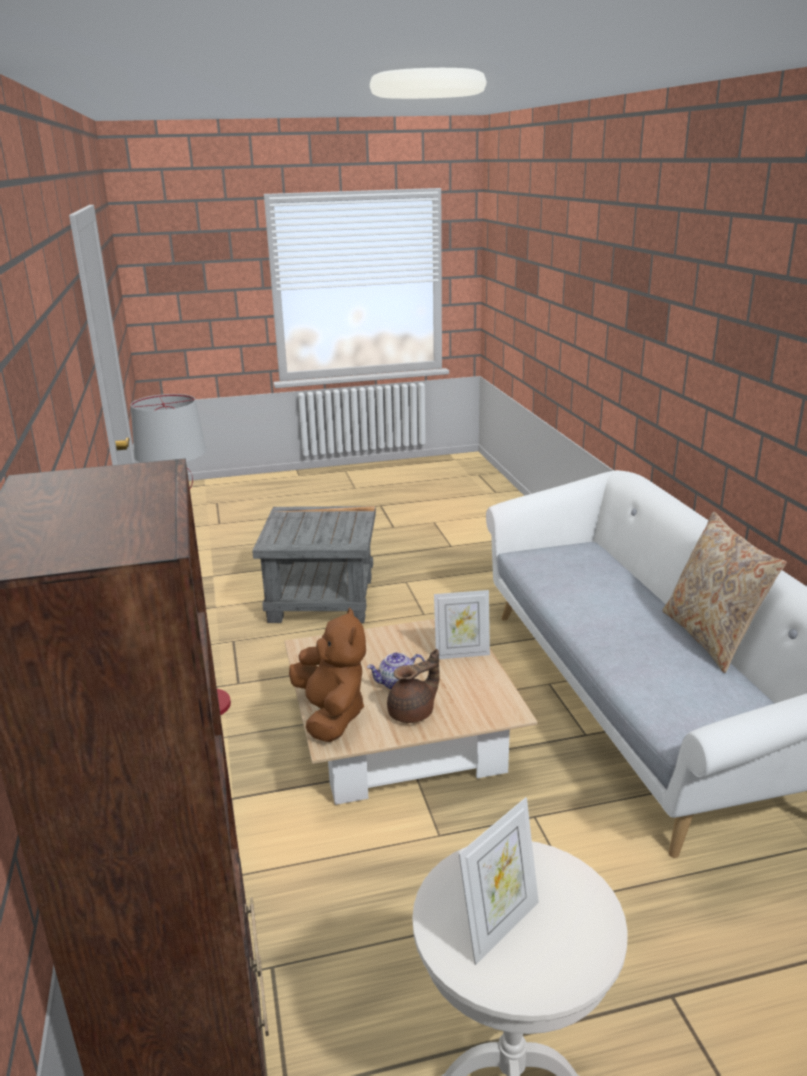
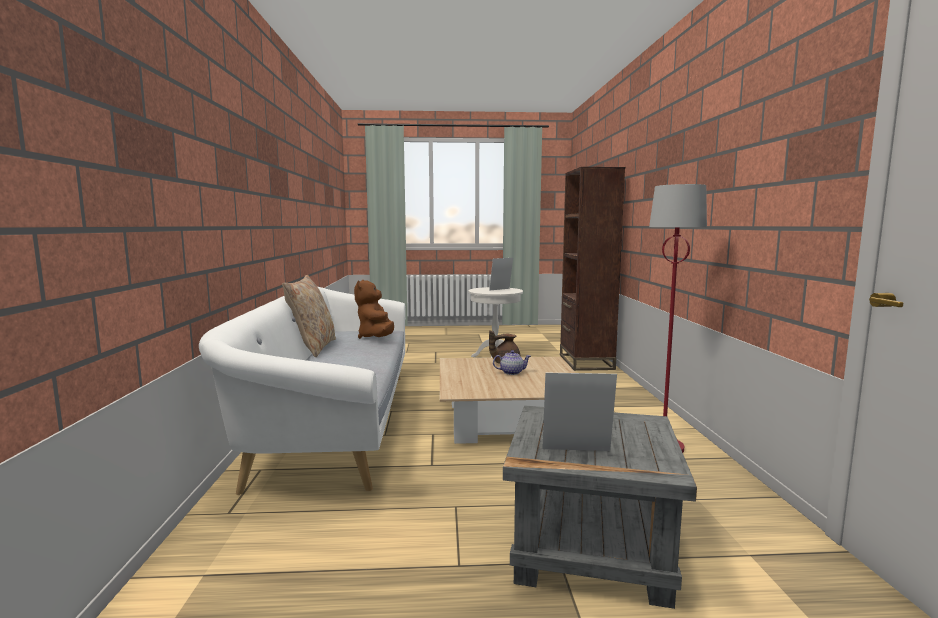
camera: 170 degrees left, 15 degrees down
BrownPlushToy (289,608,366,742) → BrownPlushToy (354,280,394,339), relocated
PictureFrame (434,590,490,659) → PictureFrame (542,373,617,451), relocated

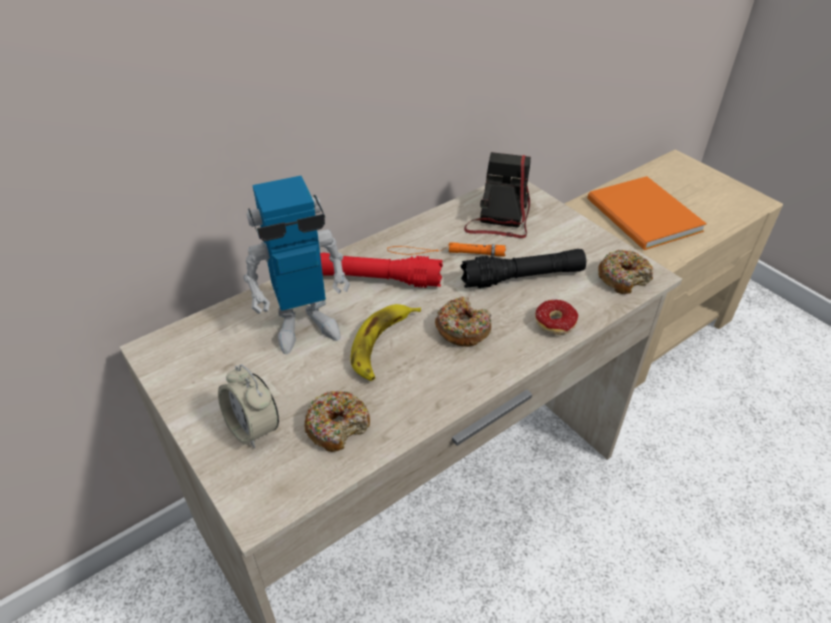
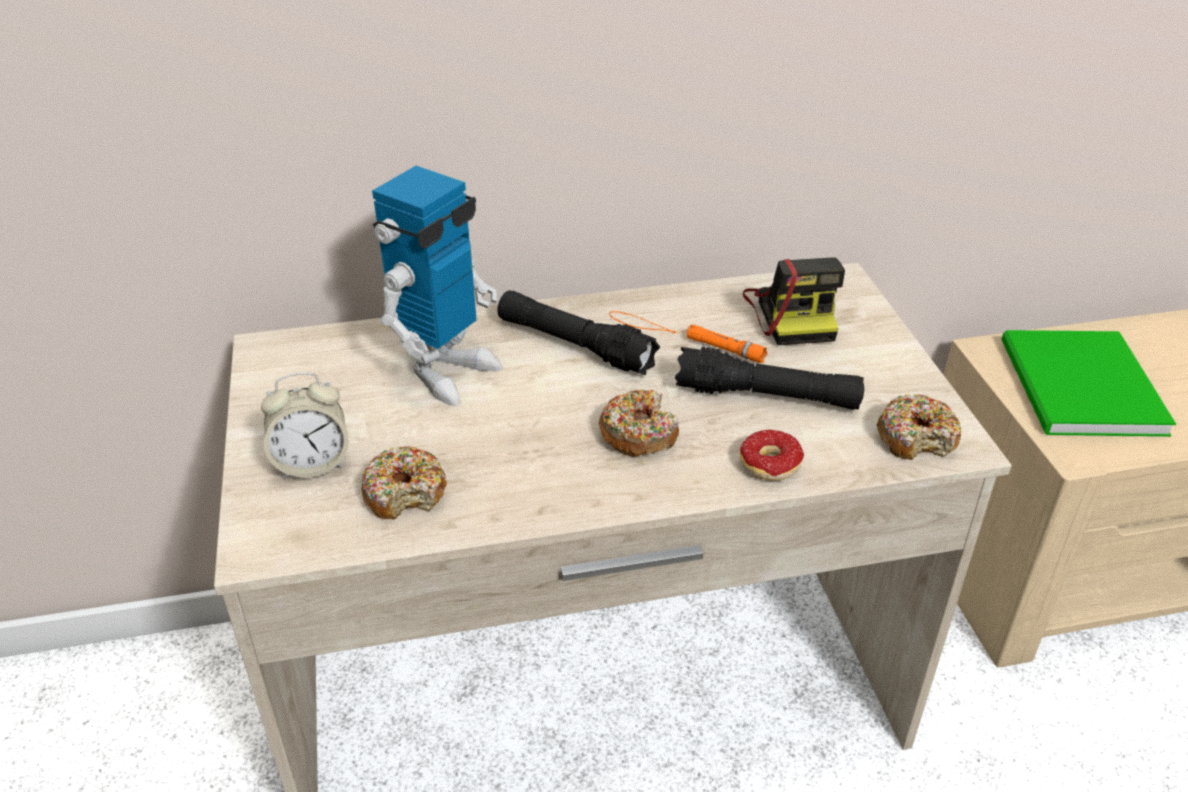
camera: 25 degrees right, 5 degrees down
Banana (351,304,421,381) → -
RedFlashlight (320,253,443,288) → BlackFlashlight (497,290,660,375)
OrangeBook (587,176,707,250) → GreenBook (1001,330,1176,437)
AlarmClock (218,364,279,449) → AlarmClock (261,372,349,479), 90 degrees counterclockwise
ToyRobot (243,176,350,354) → ToyRobot (372,166,503,406), 60 degrees counterclockwise
PhotoCamera (464,152,531,238) → PhotoCamera (743,257,845,345), 135 degrees clockwise

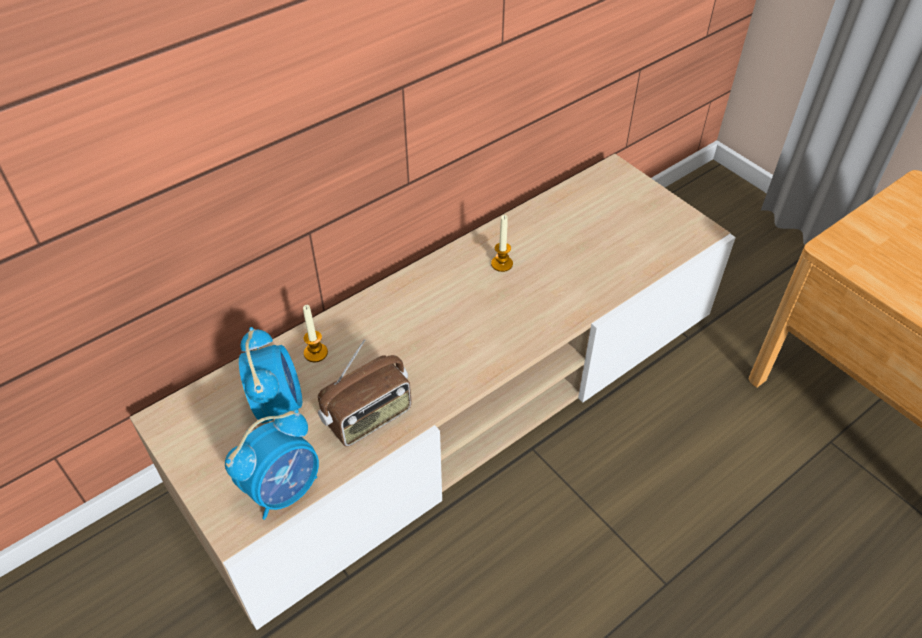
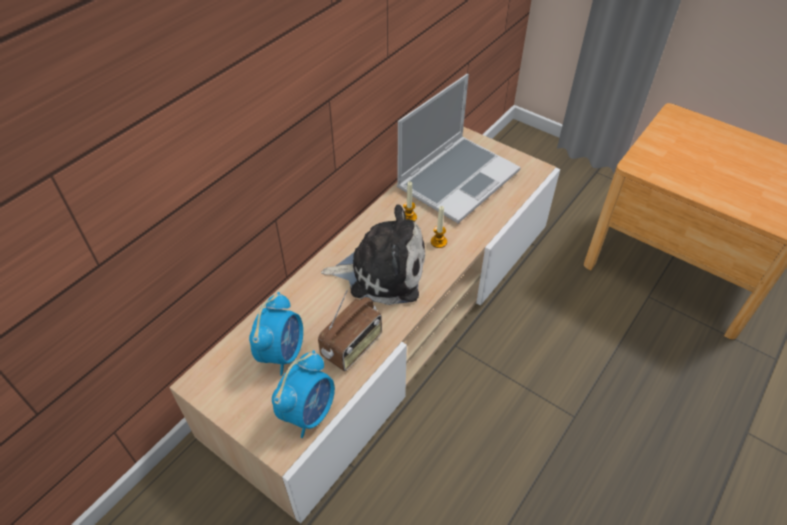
camera: 15 degrees left, 0 degrees up
- → PlushToy (321,204,425,305)
- → Laptop (397,74,521,223)
Candle (303,305,328,362) → Candle (431,206,447,248), relocated
AlarmClock (239,327,302,423) → AlarmClock (249,292,303,376), 45 degrees clockwise

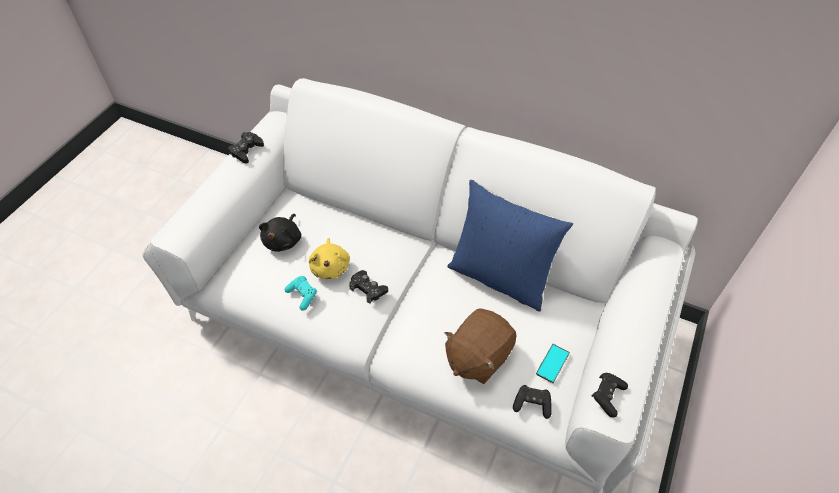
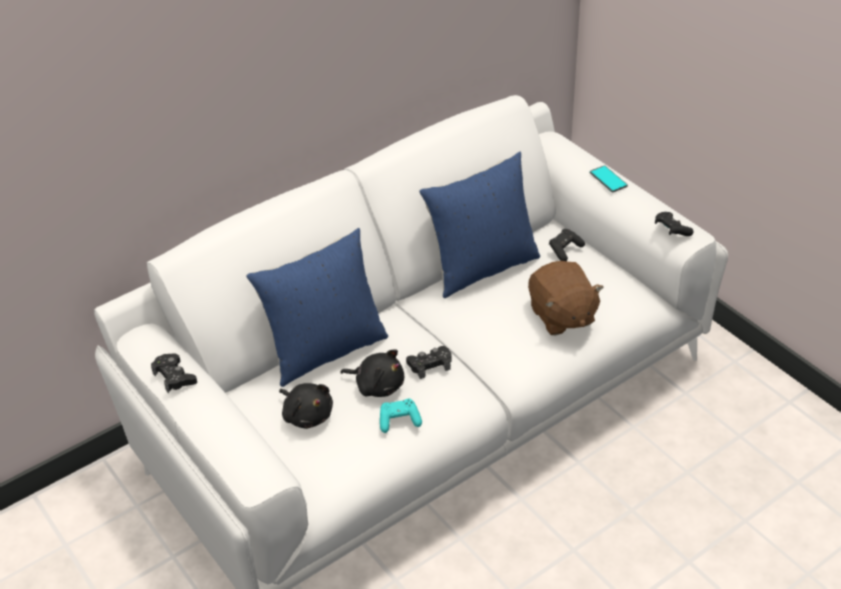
camera: 60 degrees left, 10 degrees down
- → BluePillow (246,228,388,387)
BlackGameController (513,385,552,419) → BlackGameController (549,229,585,261), relocated
Phone (536,344,570,383) → Phone (590,165,628,193), relocated
YellowPlushToy (309,238,350,279) → BlackPlushToy (340,349,404,397)

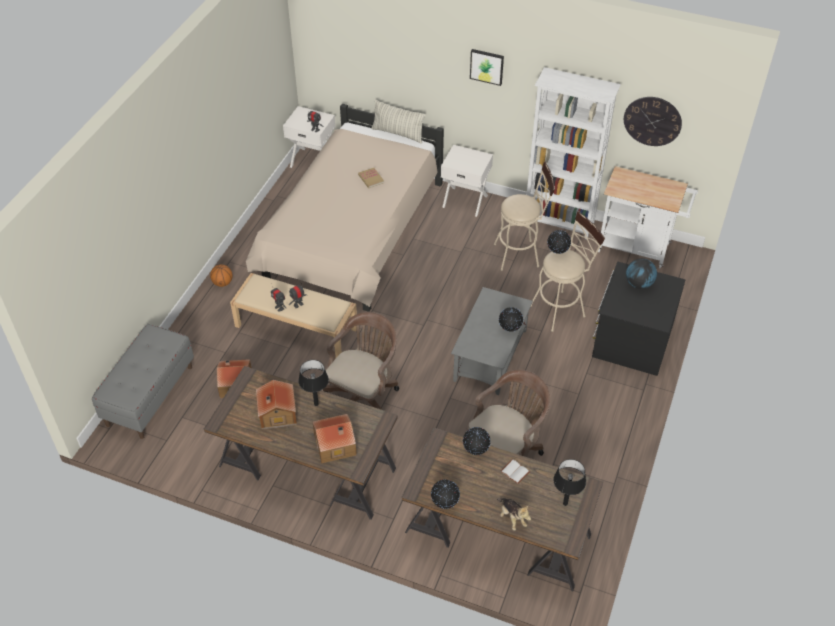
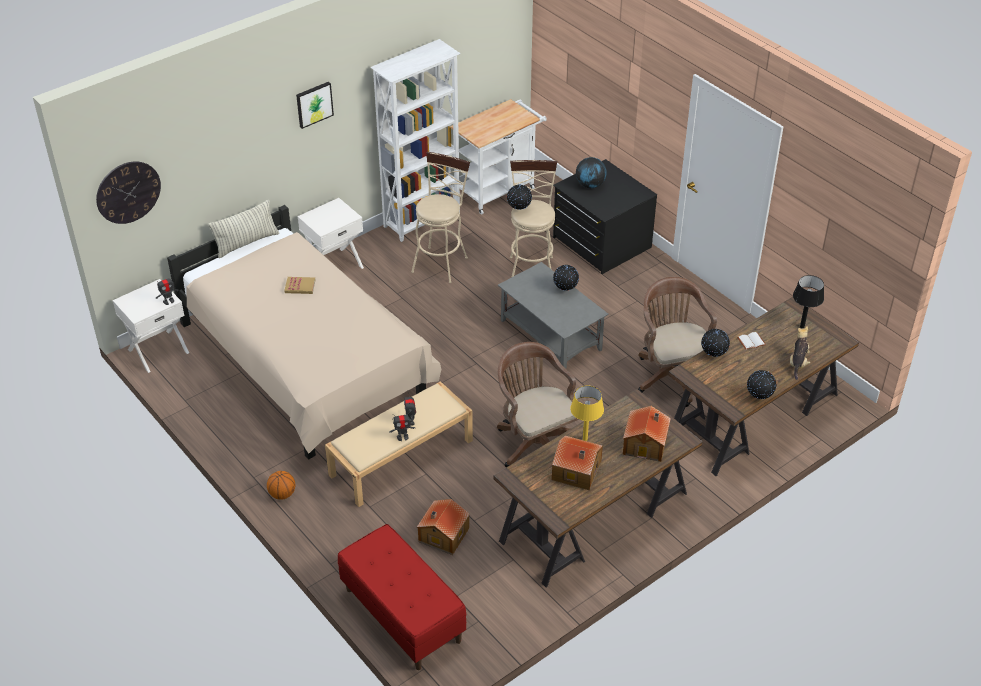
camera: 60 degrees left, 5 degrees down
WallClock (624,97,682,146) → WallClock (96,162,161,224), relocated
GreyBench (92,324,194,439) → RedBench (338,524,466,670)
BlackTableLamp (298,360,329,406) → YellowTableLamp (570,386,604,441)
PlushToy (497,498,531,530) → PlushToy (790,326,811,380), 75 degrees counterclockwise

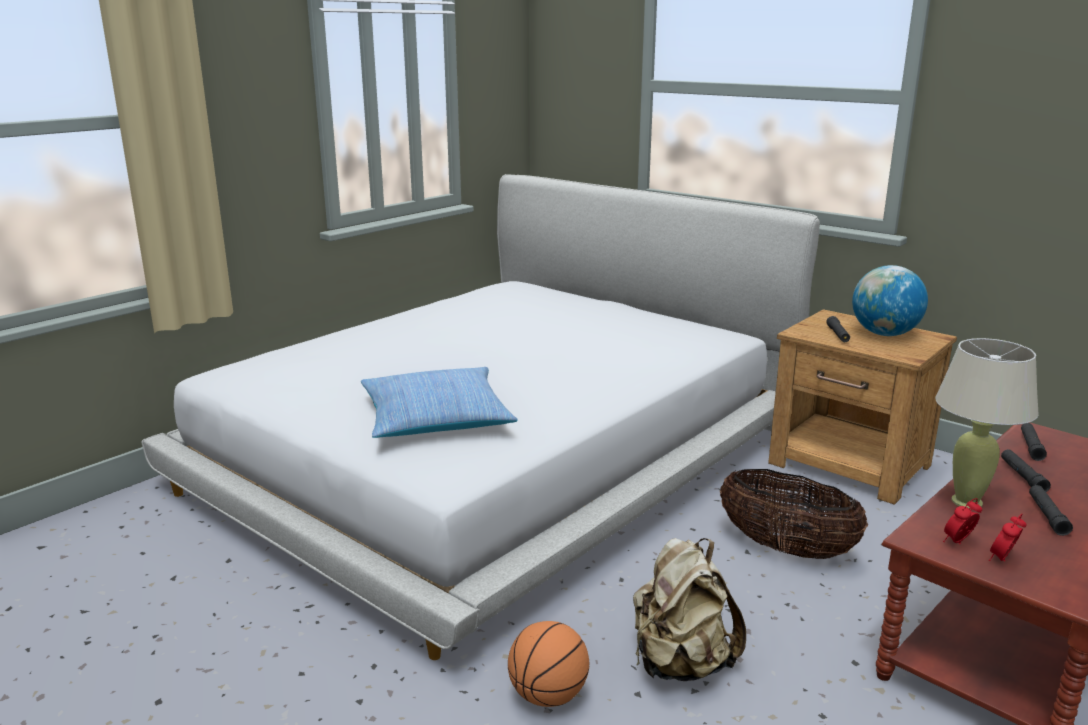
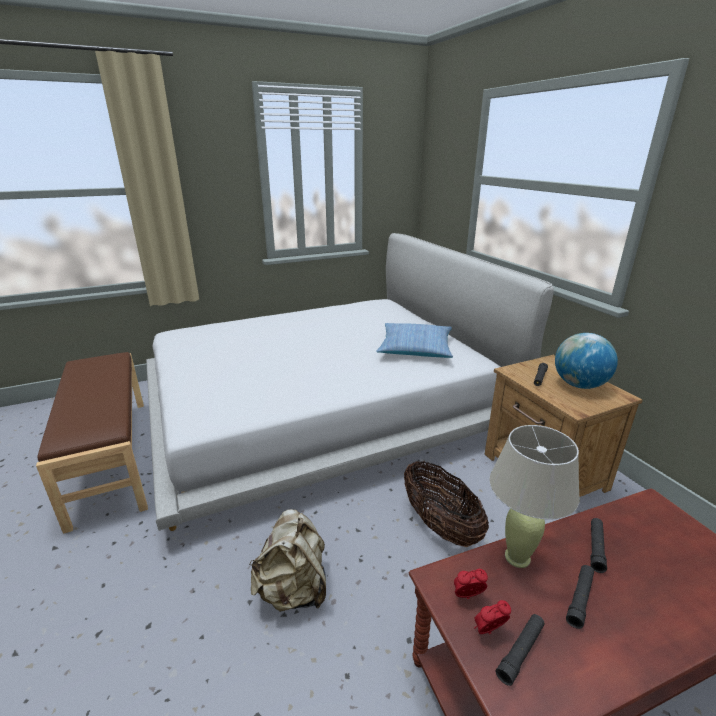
camera: 25 degrees right, 5 degrees up
Basketball (508,621,589,707) → -
- → BrownBench (36,352,148,534)
Pillow (361,367,518,438) → Pillow (376,323,453,358), relocated
BlackFlashlight (1021,423,1047,461) → BlackFlashlight (496,614,545,686), relocated

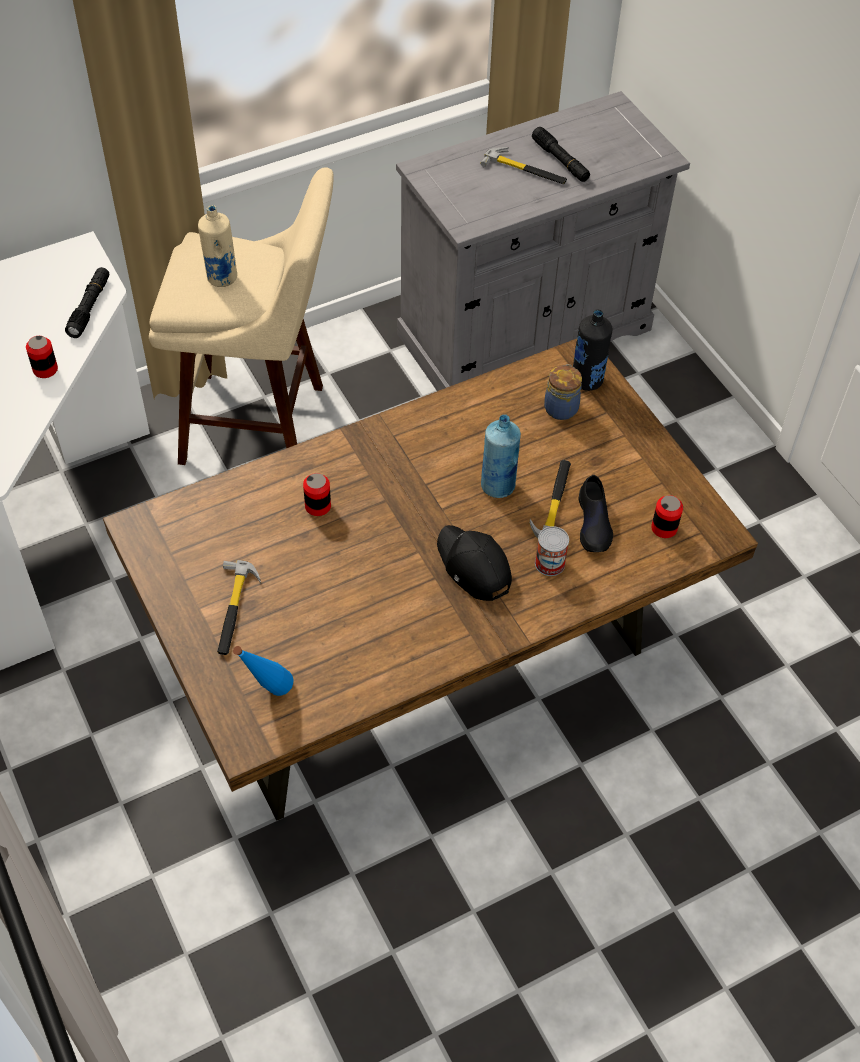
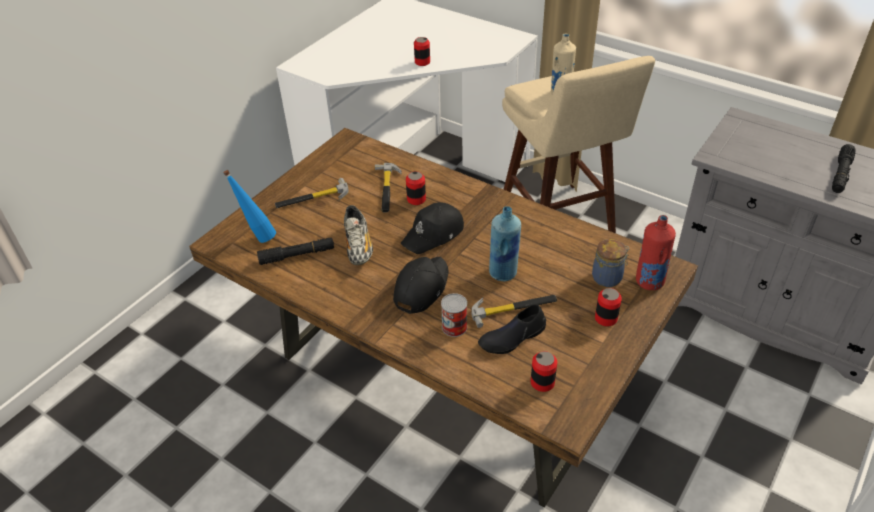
camera: 65 degrees right, 10 degrees down
- → Shoe (344,205,373,265)
- → BlackCap (401,202,464,254)
- → Can (595,288,622,326)
BlackFlashlight (65,267,109,338) → BlackFlashlight (257,238,334,265), relocated
Hammer (480,147,567,184) → Hammer (375,163,402,212), relocated
BlackBottle (573,309,612,391) → RedBottle (636,215,676,290)

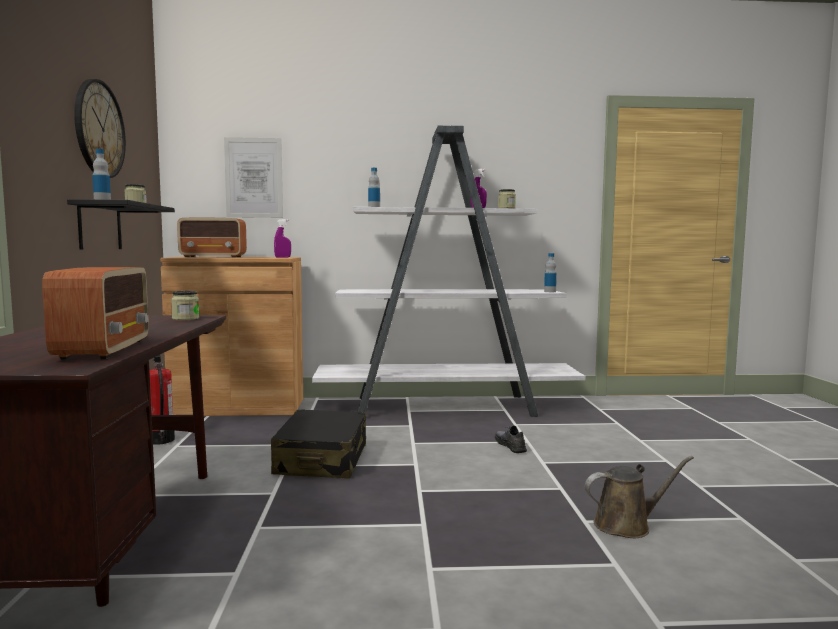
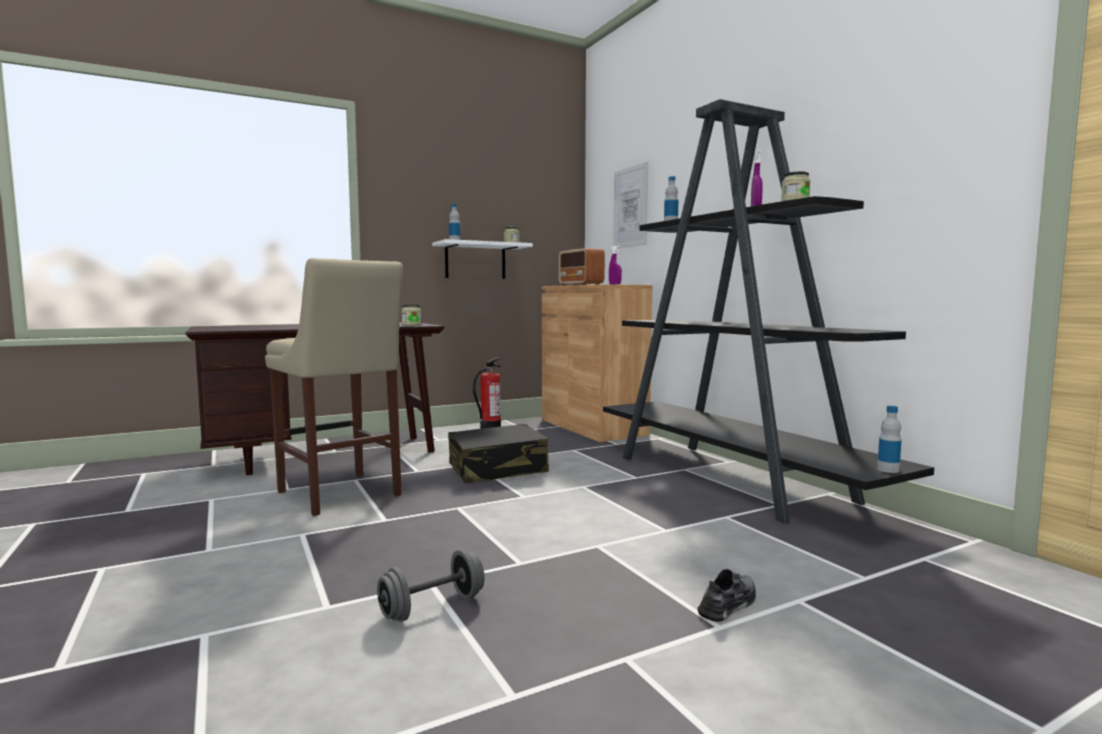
camera: 65 degrees right, 0 degrees up
Radio (42,267,149,360) → -
WallClock (74,79,126,178) → -
- → BeigeStool (265,258,403,516)
GreyShoe (495,426,527,453) → GreyShoe (697,568,756,622), relocated
Bottle (544,253,557,292) → Bottle (877,406,902,473), relocated
BrownWateringCan (585,456,694,538) → GreyDumbbell (377,549,485,622)
BlackShelf (67,199,175,250) → WhiteShelf (432,239,533,279)
WhiteBookcase (312,126,585,417) → BlackBookcase (603,99,934,524)

